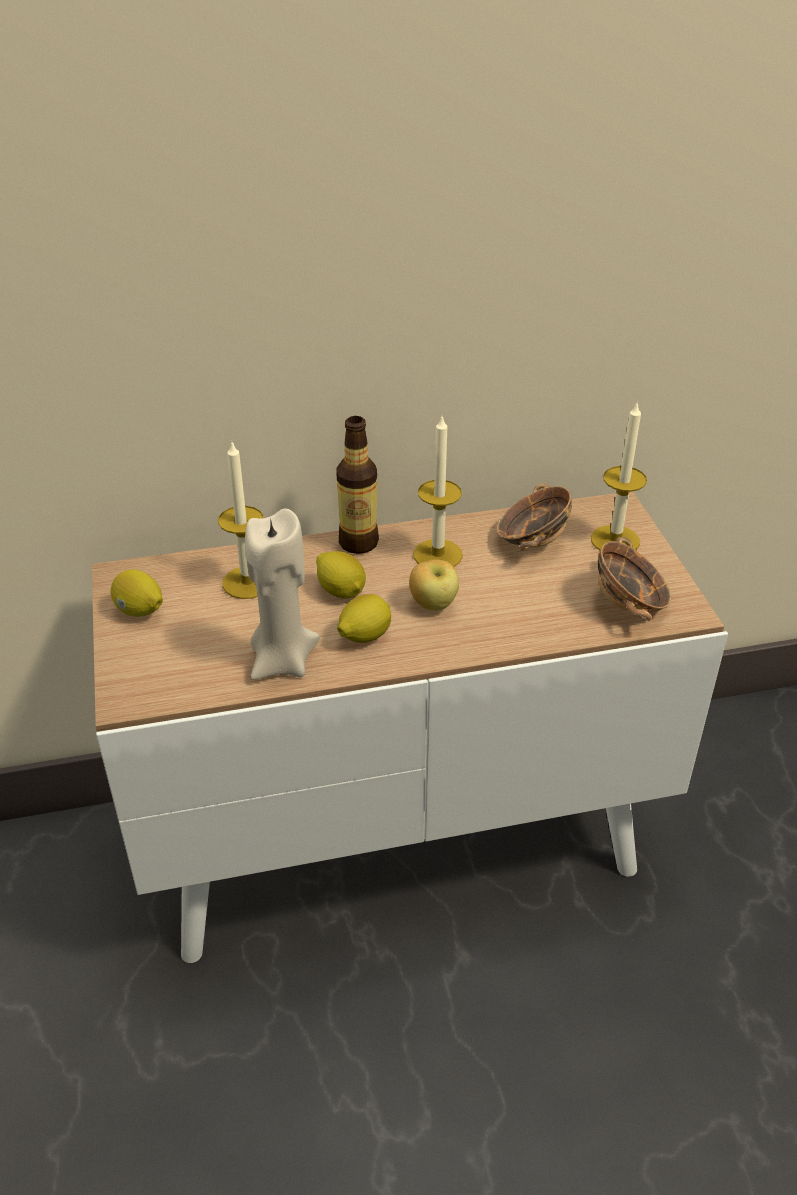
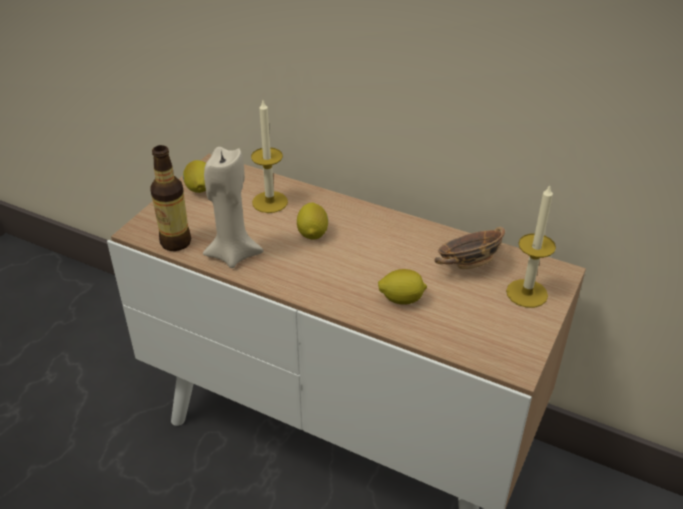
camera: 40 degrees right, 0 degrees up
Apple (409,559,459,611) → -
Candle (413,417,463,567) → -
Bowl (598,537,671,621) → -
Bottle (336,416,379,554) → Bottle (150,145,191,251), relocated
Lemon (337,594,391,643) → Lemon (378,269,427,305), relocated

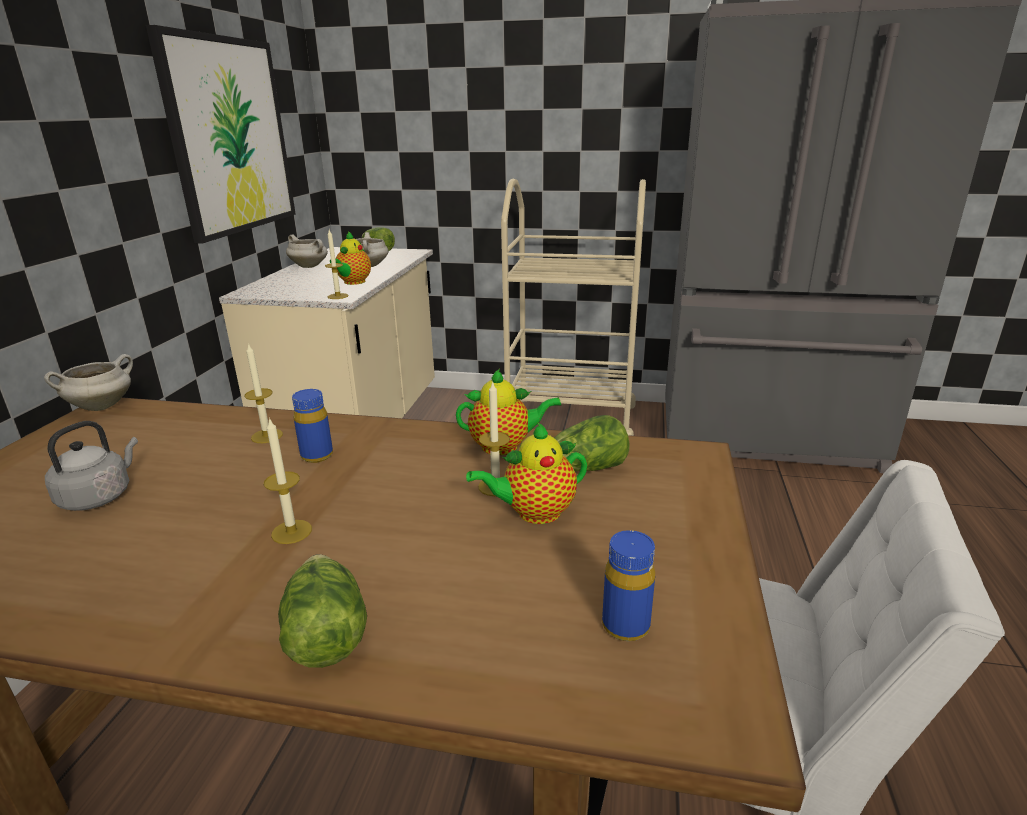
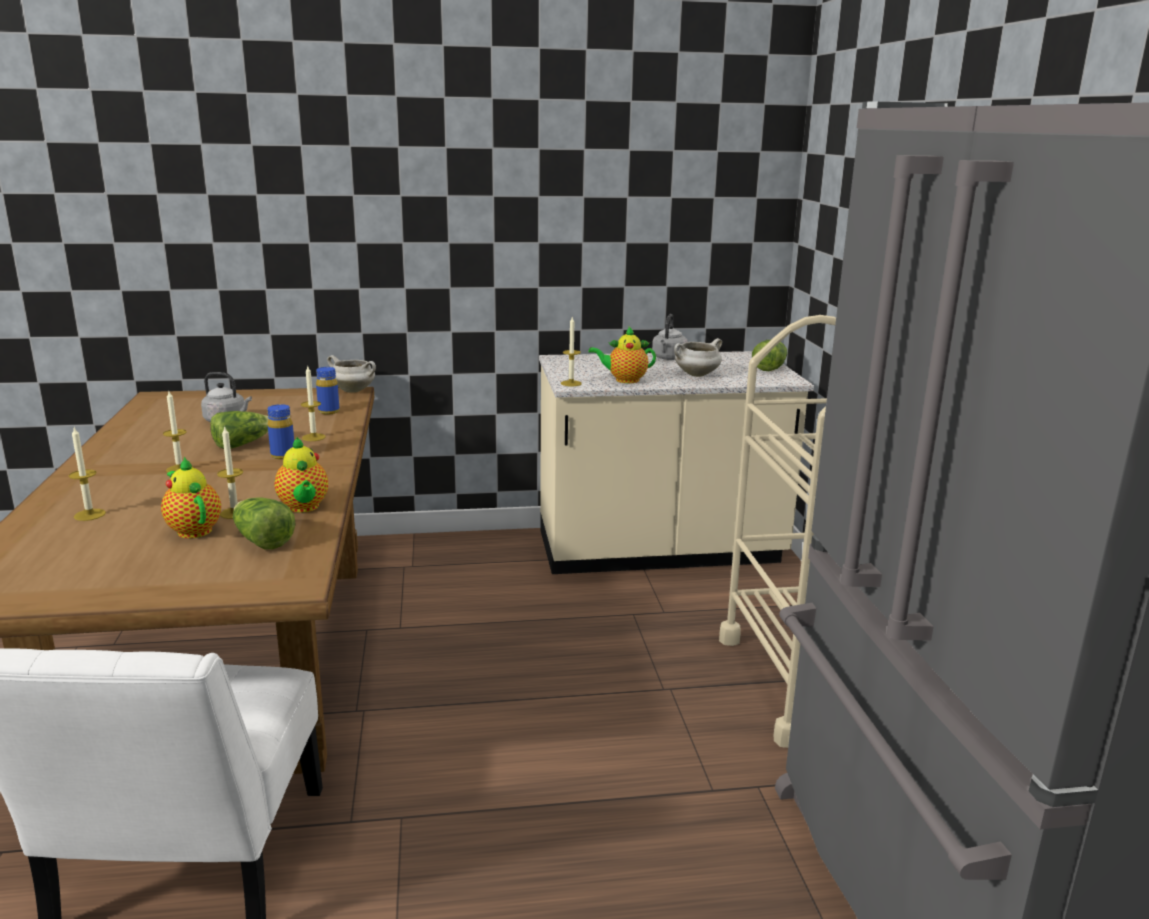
camera: 70 degrees right, 5 degrees down
Picture (146,25,296,244) → -
- → Candle (69,428,106,521)
Lettuce (278,554,367,668) → Lettuce (210,411,269,449), relocated
BlueBottle (602,530,655,641) → BlueBottle (316,367,340,415), relocated
WhiteCookingPot (286,234,328,268) → GreyKettle (652,314,688,360)

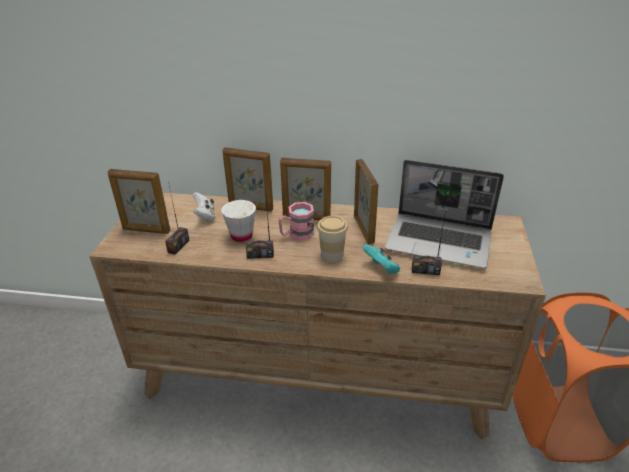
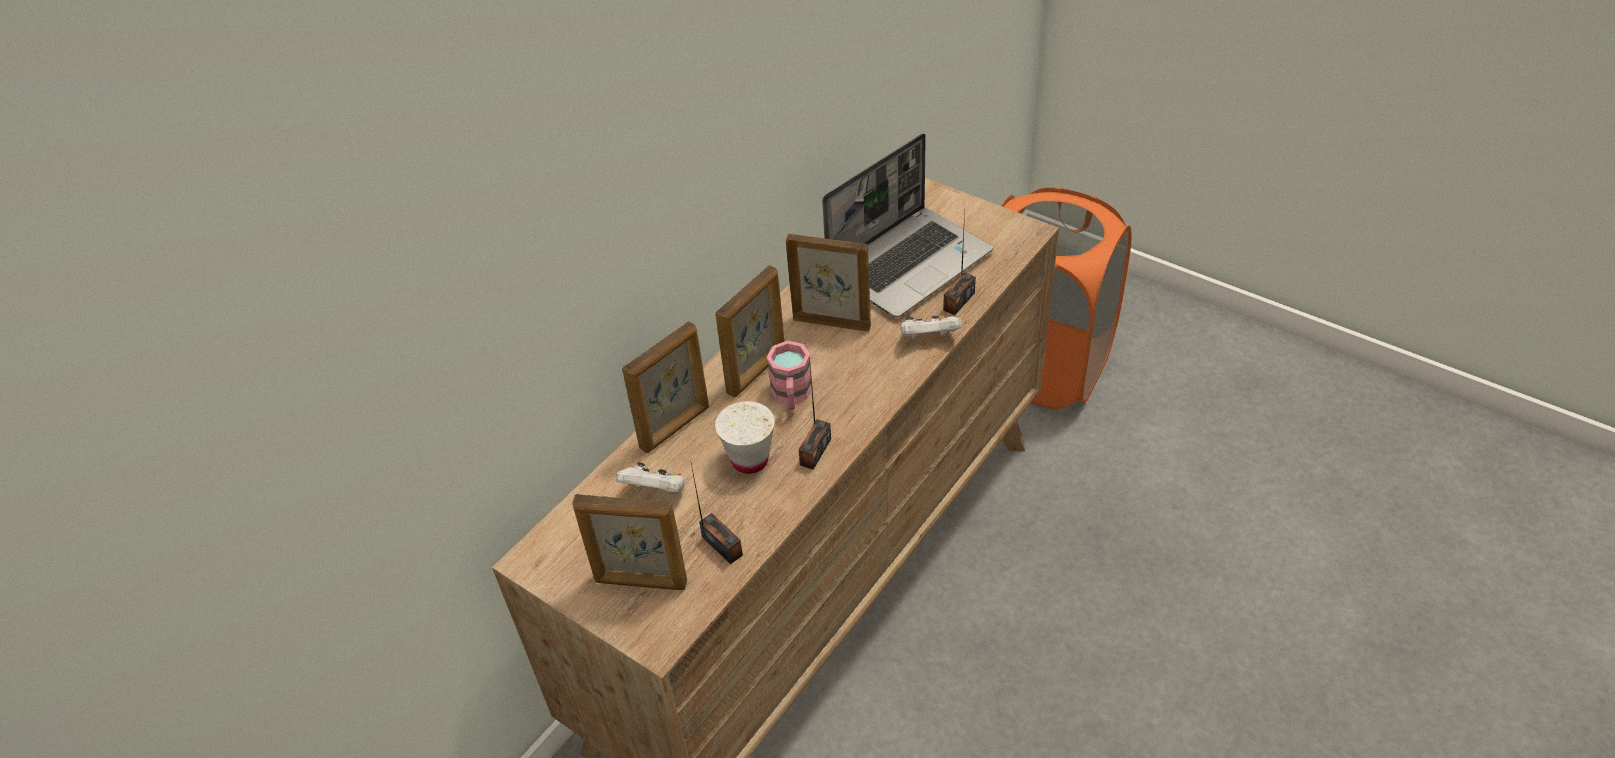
camera: 60 degrees left, 10 degrees up
Cup (317,216,348,262) → -
TurquoiseGameController (362,244,400,274) → WhiteGameController (900,316,961,340)
PictureFrame (107,169,170,234) → PictureFrame (572,494,687,590), 60 degrees clockwise

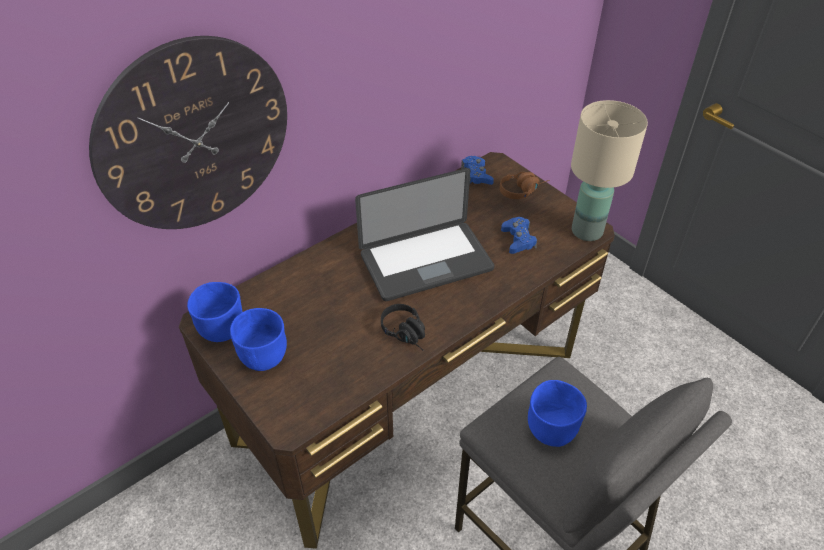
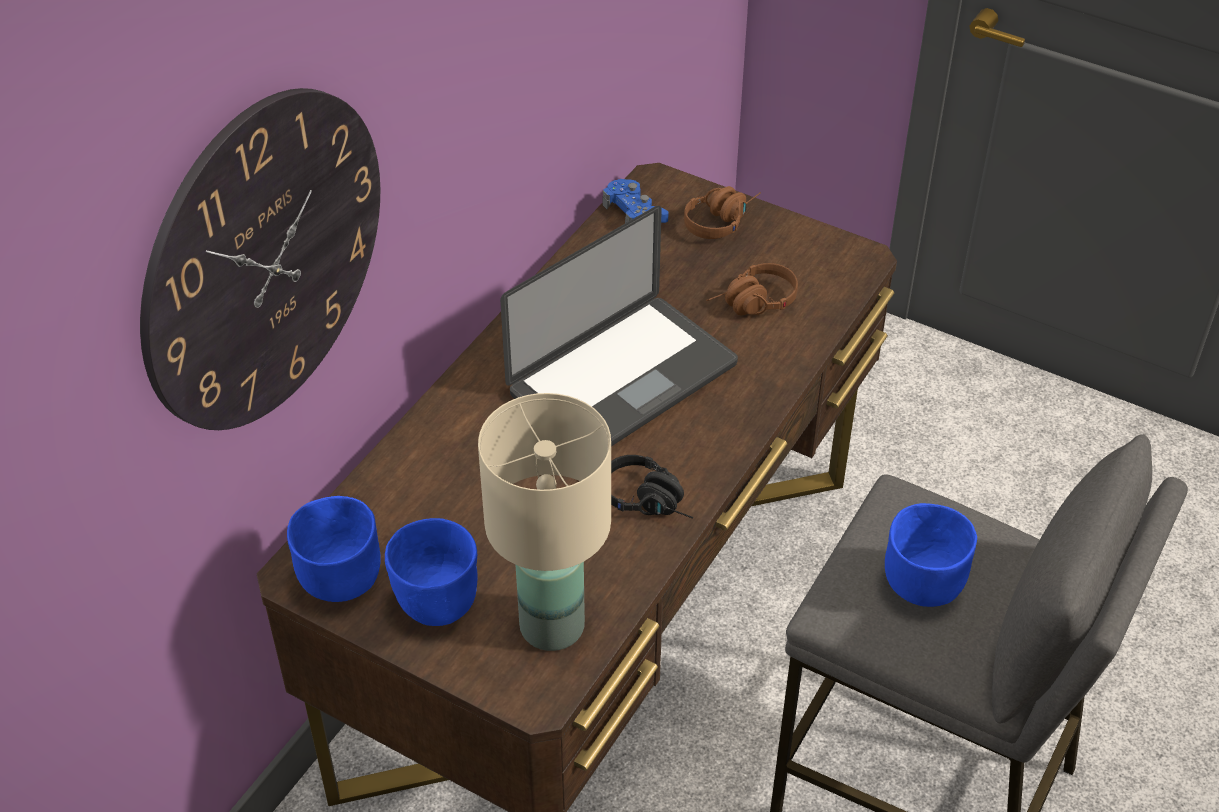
camera: 20 degrees left, 0 degrees up
BeigeTableLamp (571,100,648,241) → BeigeTableLamp (478,393,611,651), relocated
BlueGameController (501,217,537,254) → BrownHeadphones (706,263,798,315)

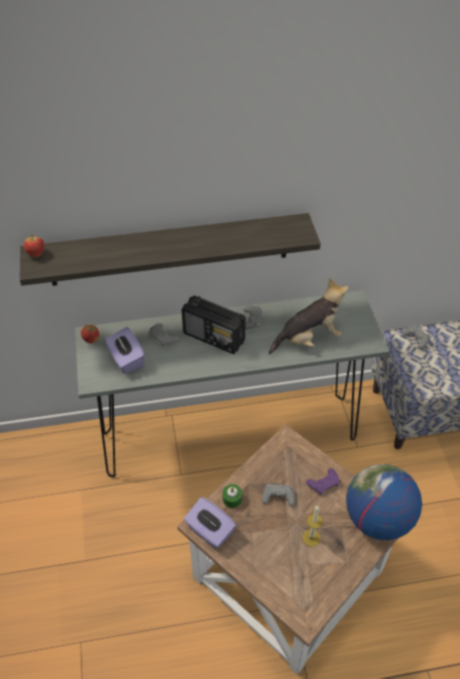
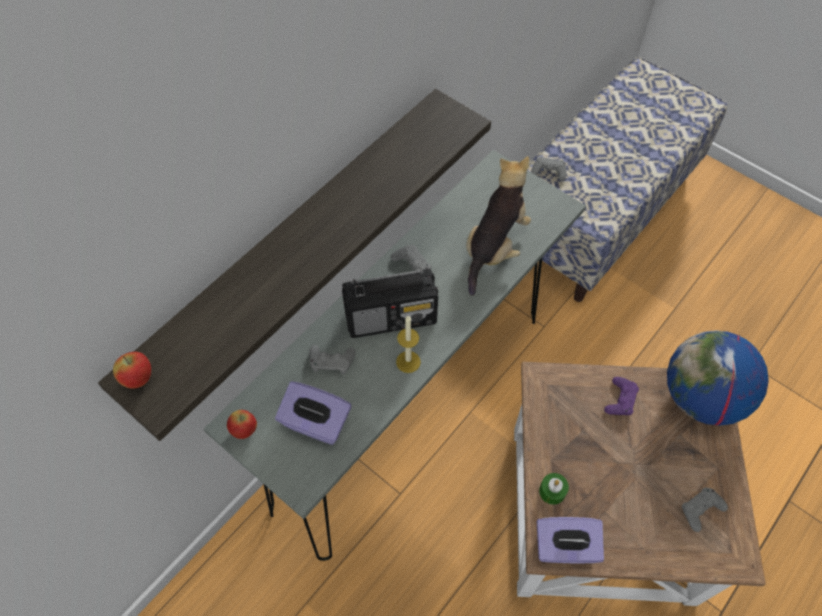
camera: 40 degrees left, 10 degrees up
GreyGameController (262,483,295,506) → GreyGameController (682,487,728,532), relocated
Candle (302,505,323,547) → Candle (396,316,421,373), relocated

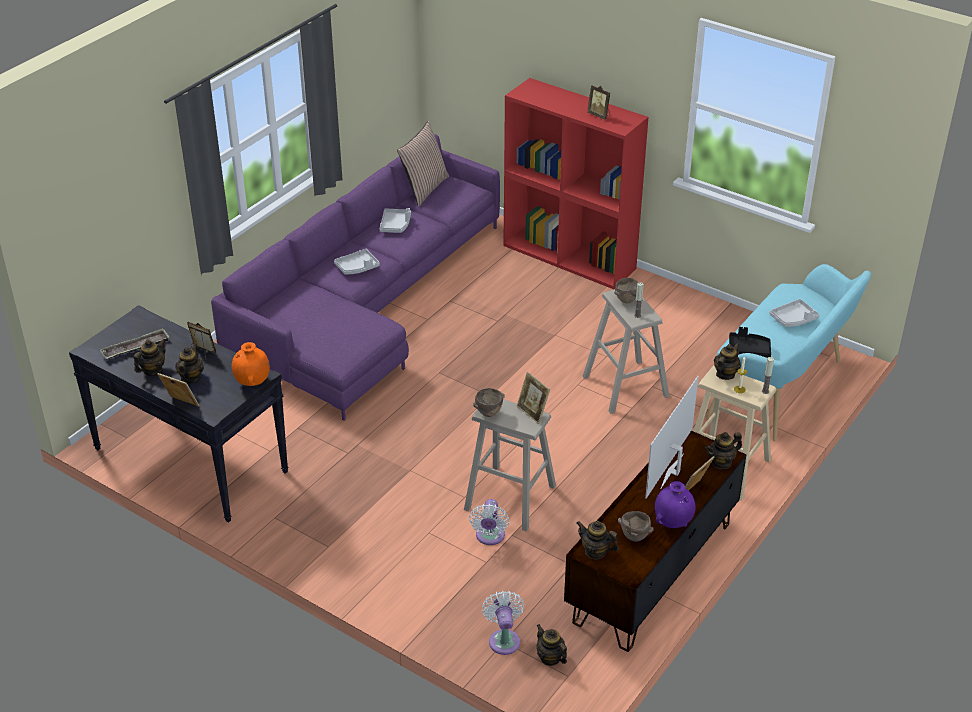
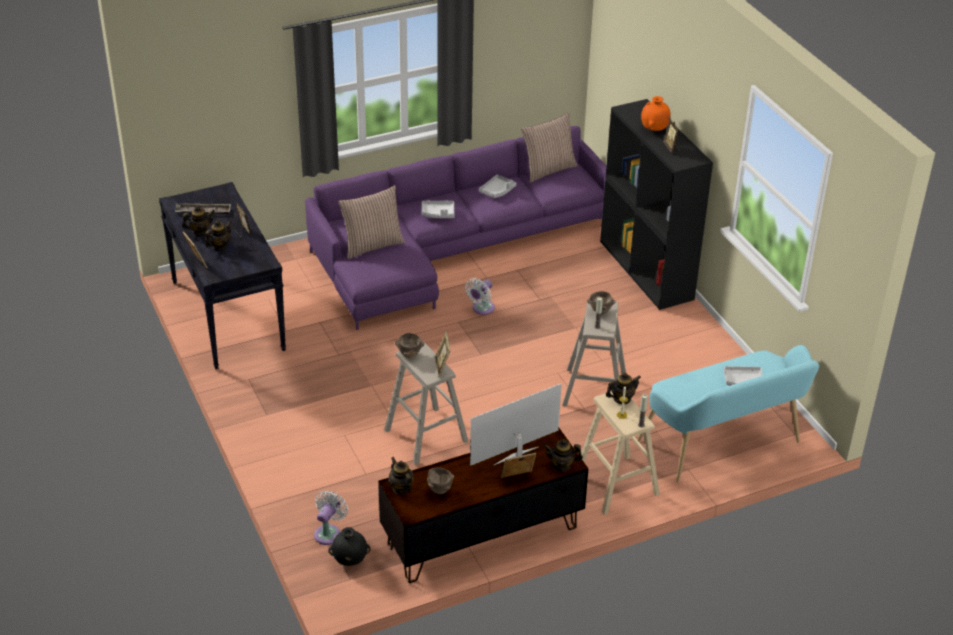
camera: 30 degrees right, 0 degrees up
PurpleVase (655,481,695,528) → -
BlackTray (729,327,771,358) → -
- → Pillow (338,185,405,259)
OrangeVase (232,342,270,386) → OrangeVase (641,96,671,131), relocated
WhiteFan (469,499,509,545) → WhiteFan (465,278,495,315), relocated
Teapot (536,624,567,666) → BlackVase (328,527,371,566)
RedBookcase (503,78,648,289) → BlackBookcase (600,99,713,310)

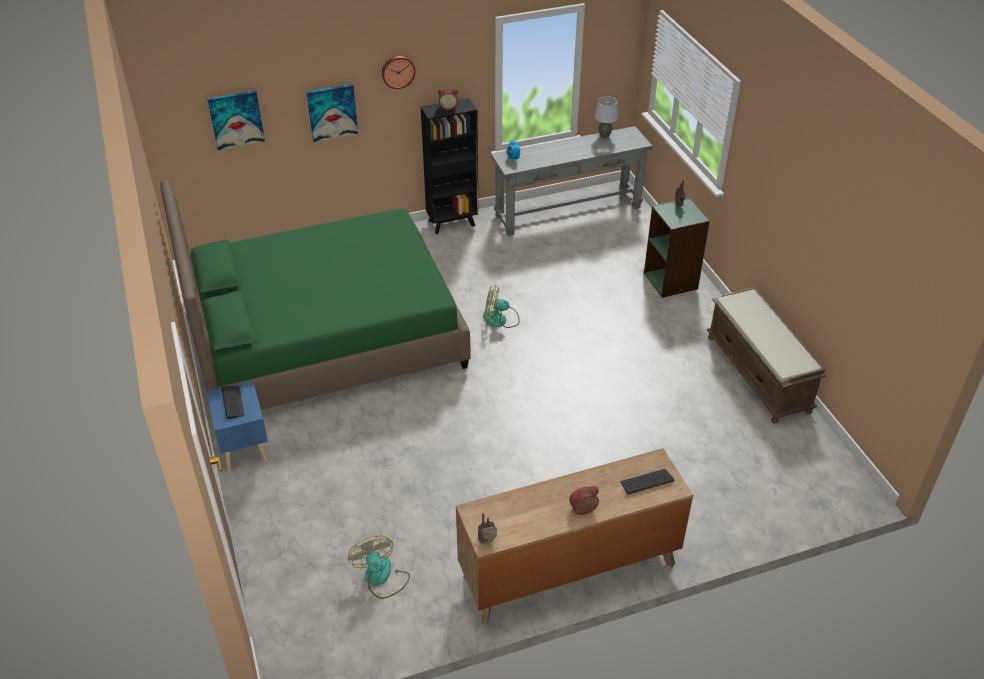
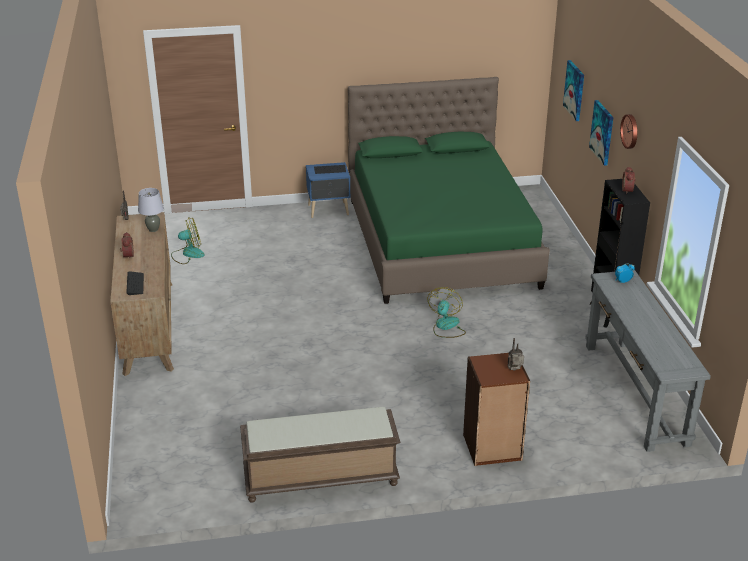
camera: 100 degrees right, 10 degrees down
GreyTableLamp (595,96,618,138) → GreyTableLamp (138,188,164,232), relocated
GreenBookcase (644,198,710,298) → BrownBookcase (463,353,530,466)

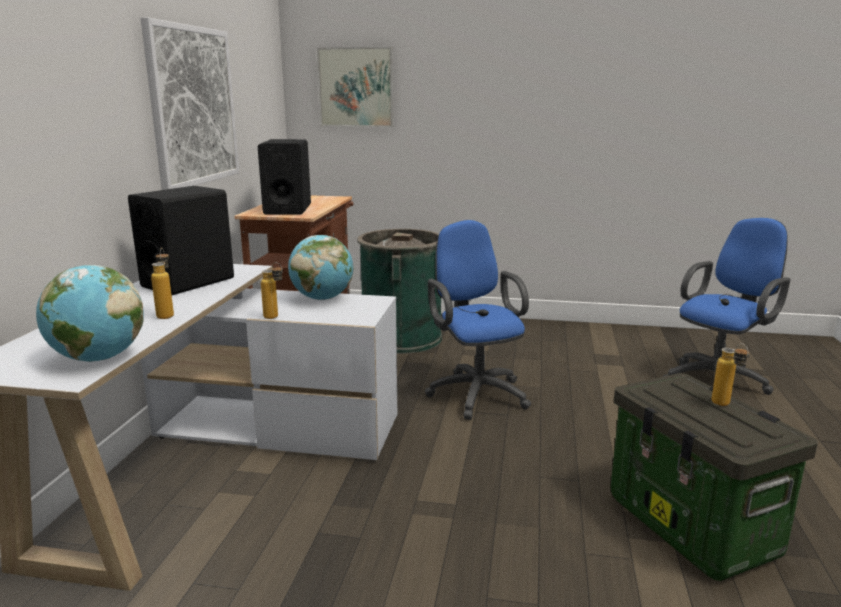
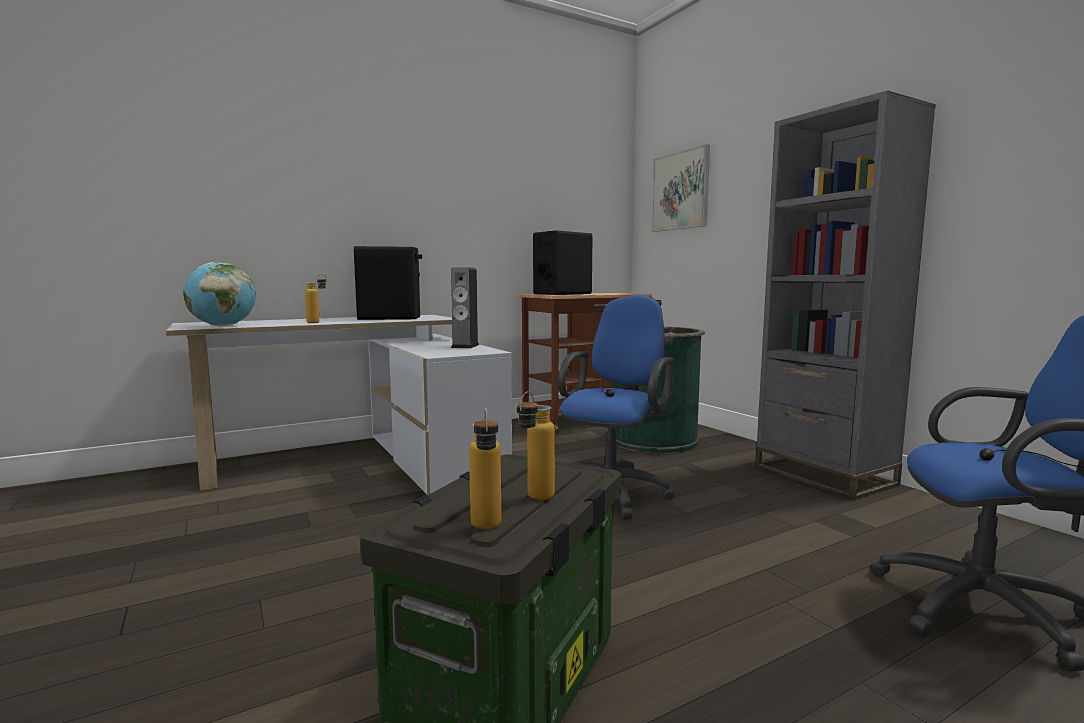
camera: 50 degrees right, 10 degrees down
Picture (141,18,239,190) → -
- → GreyBookcase (755,90,936,500)
Bottle (261,262,283,319) → Bottle (469,408,501,529), relocated
Globe (288,235,354,300) → Speaker (451,267,479,348)

